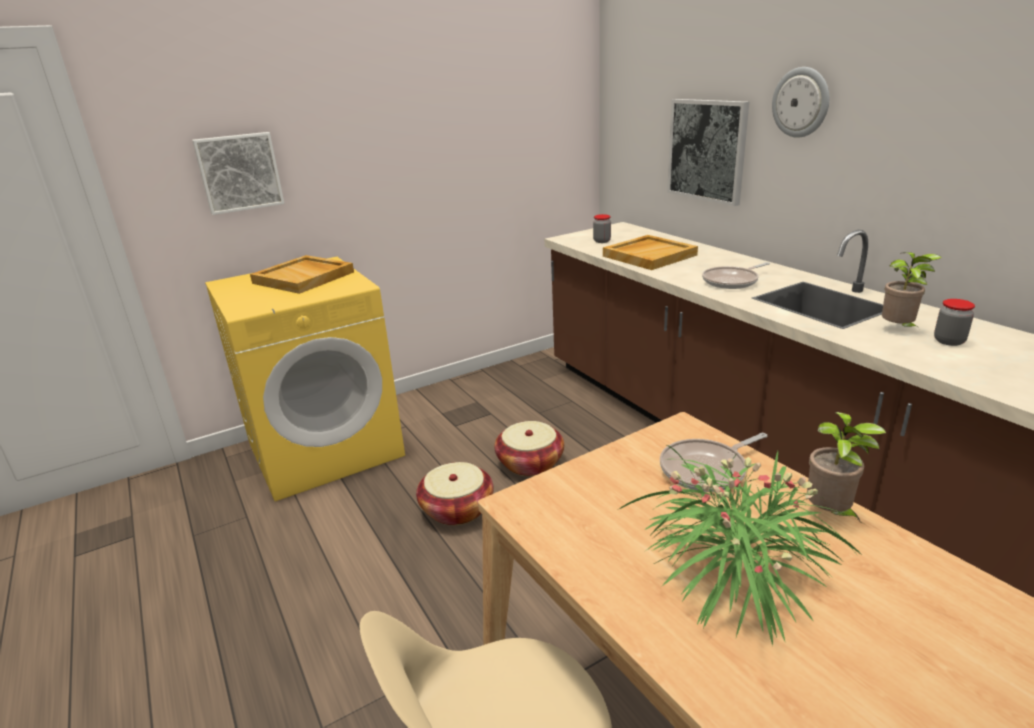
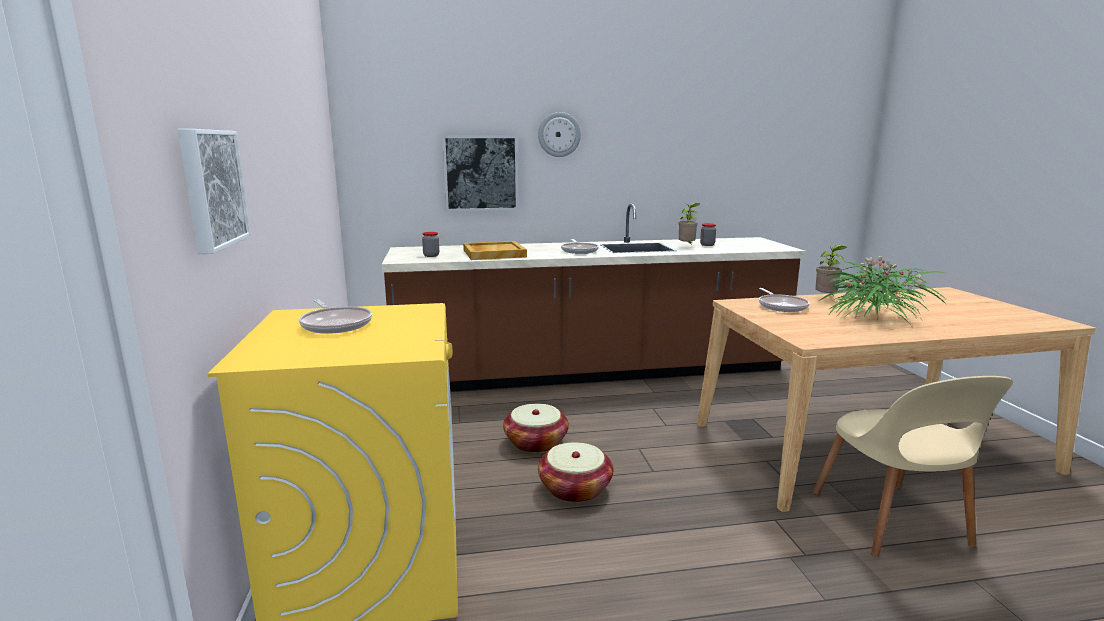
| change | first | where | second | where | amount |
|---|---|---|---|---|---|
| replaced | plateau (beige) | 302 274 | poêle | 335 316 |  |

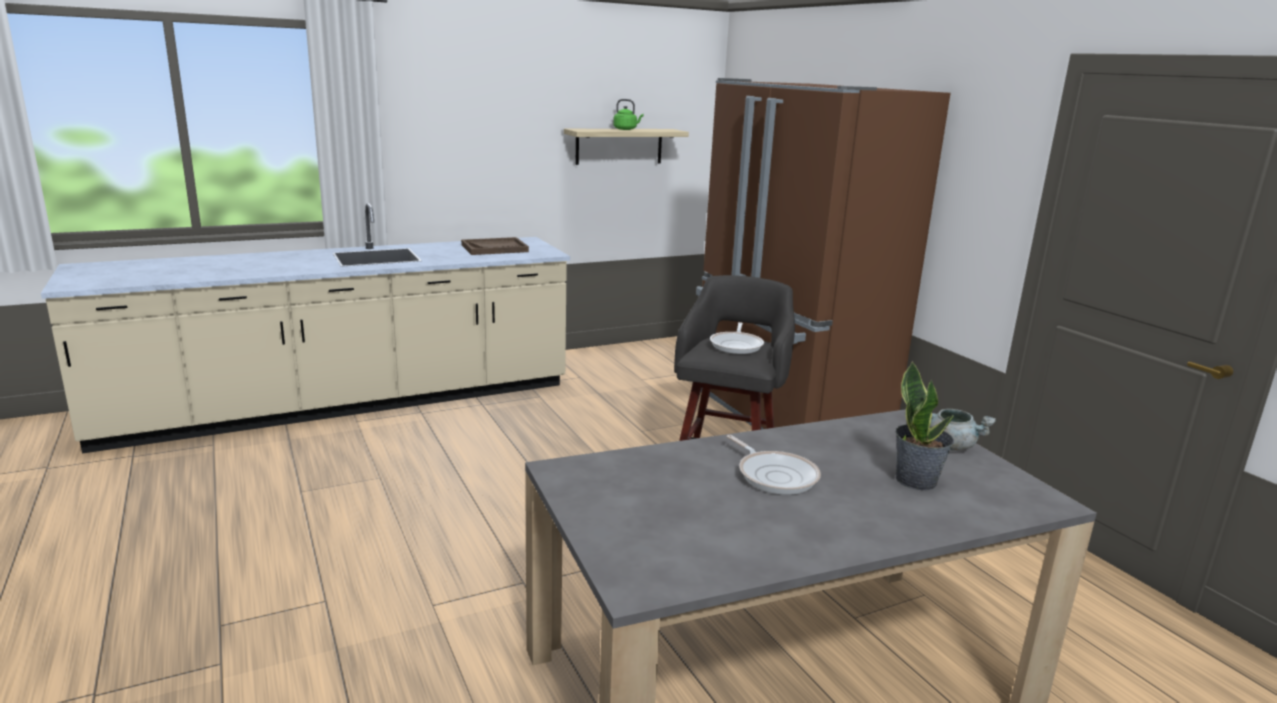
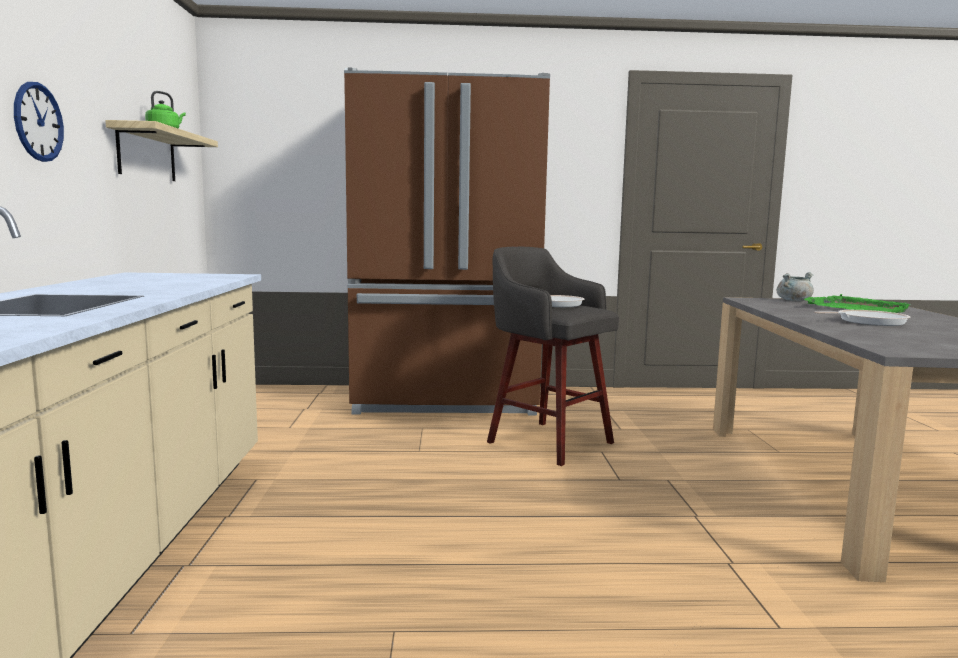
| change | first | where | second | where | amount |
|---|---|---|---|---|---|
| removed | plateau (marron) | 495 246 |  |  |  |
| replaced | plante en pot | 925 425 | plateau (vert) | 857 303 |  |
| added |  |  | horloge murale | 39 122 |  |

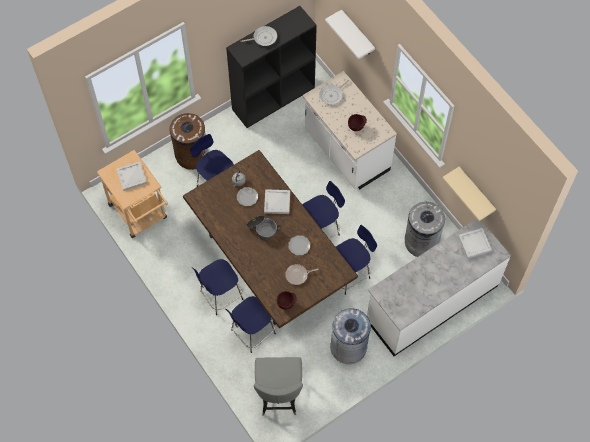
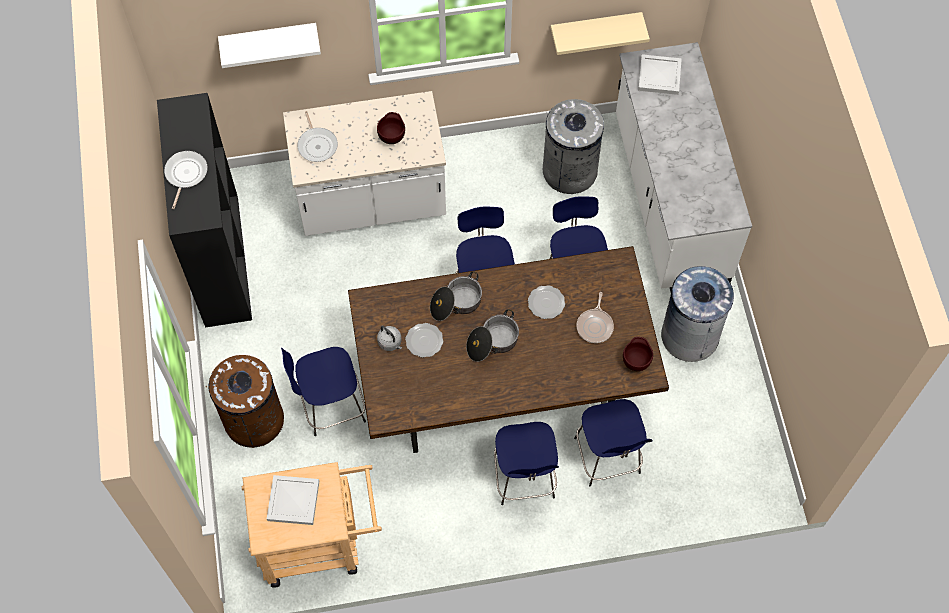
| change | first | where | second | where | amount |
|---|---|---|---|---|---|
| removed | chaise (gris) | 278 386 |  |  |  |
| replaced | plateau (blanc) | 277 201 | marmite | 456 296 |  |

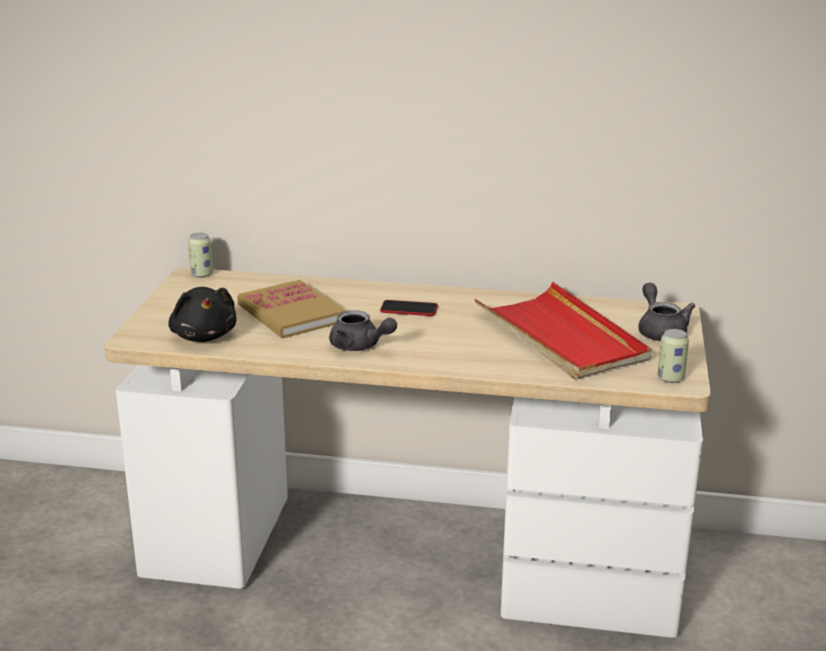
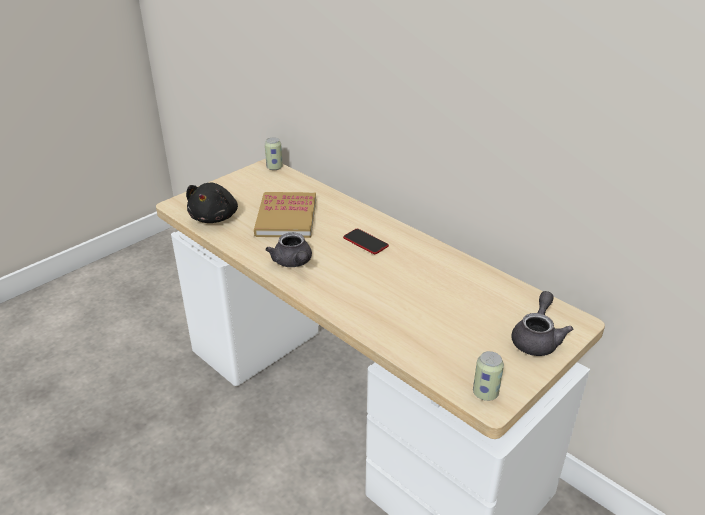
| change | first | where | second | where | amount |
|---|---|---|---|---|---|
| removed | plateau (rouge) | 563 331 |  |  |  |

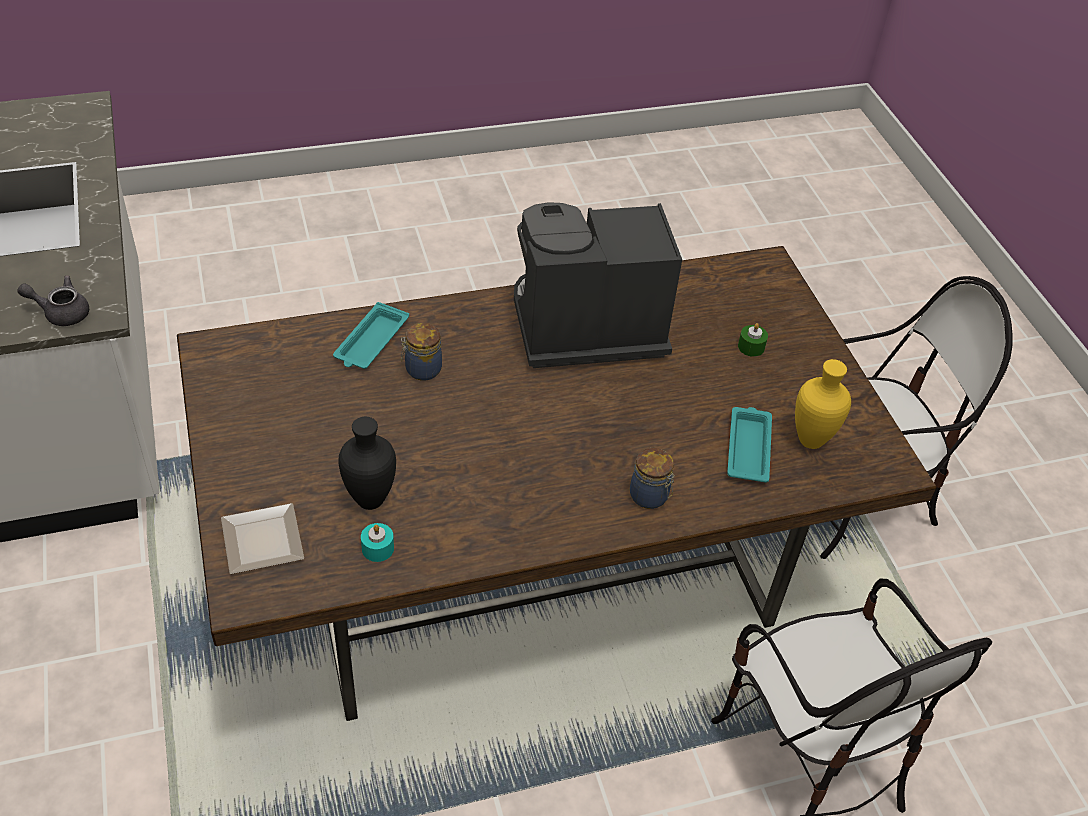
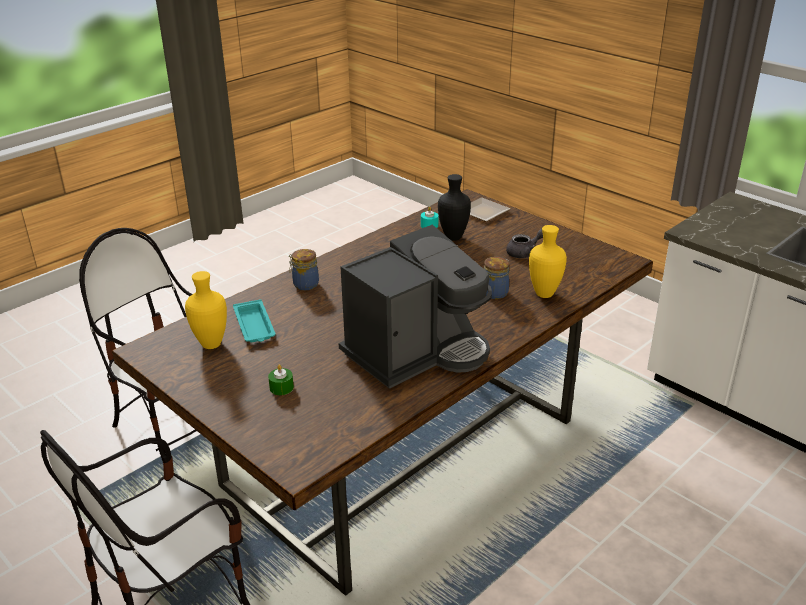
| change | first | where | second | where | amount |
|---|---|---|---|---|---|
| moved | théière (gris) | 53 300 |  | 524 243 |  |
| replaced | plateau (turquoise) | 371 335 | vase (jaune) | 548 261 |  |

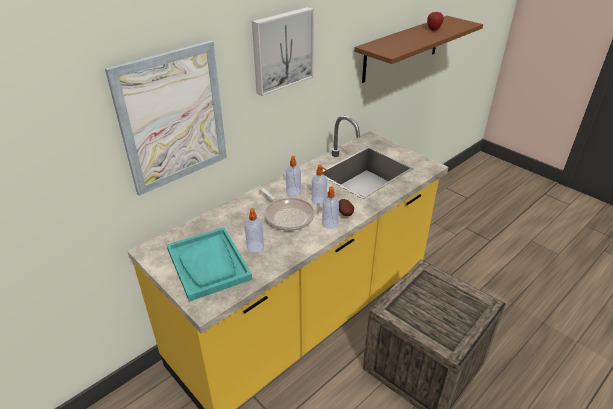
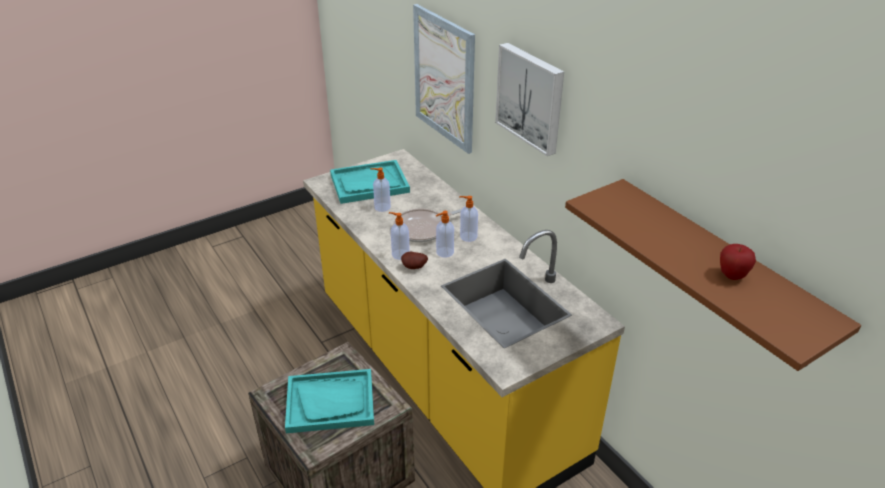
| change | first | where | second | where | amount |
|---|---|---|---|---|---|
| added |  |  | plateau (turquoise) | 329 401 |  |

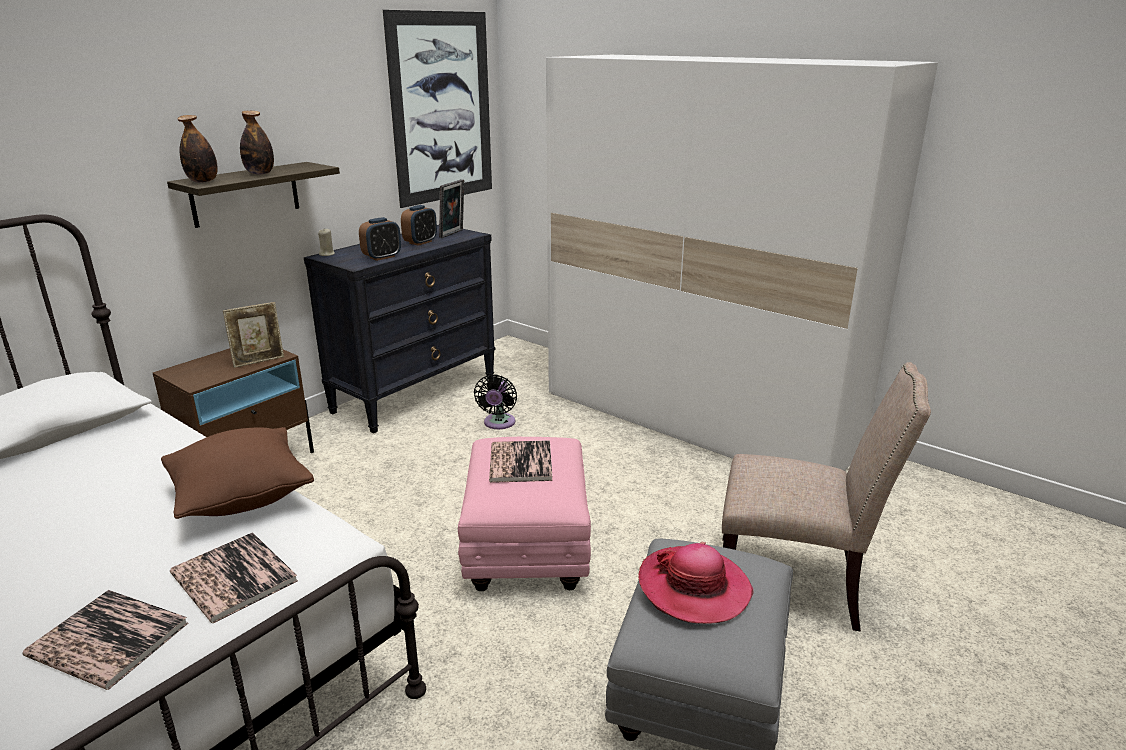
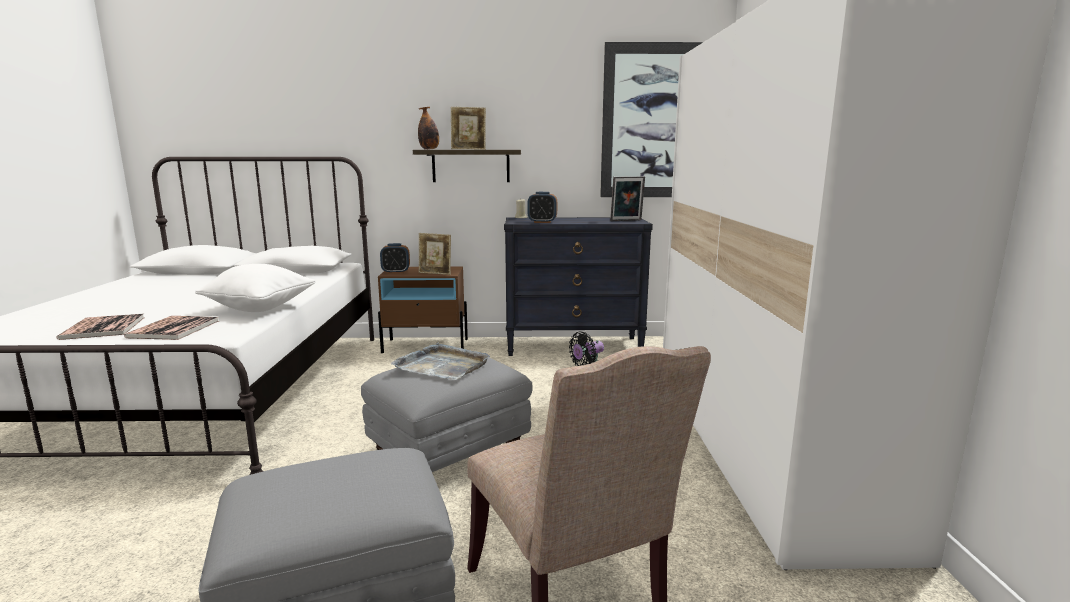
| change | first | where | second | where | amount |
|---|---|---|---|---|---|
| recoloured | coussin (marron) | 237 473 | coussin (blanc) | 255 288 |  |
| replaced | bouteille | 257 143 | cadre photo | 468 128 |  |
| moved | réveil | 419 225 |  | 395 258 |  |
| recoloured | pouf (rose) | 524 514 | pouf (gris) | 447 415 |  |
| replaced | livre | 520 461 | plateau (gris) | 440 361 |  |
| removed | chapeau | 696 583 |  |  |  |

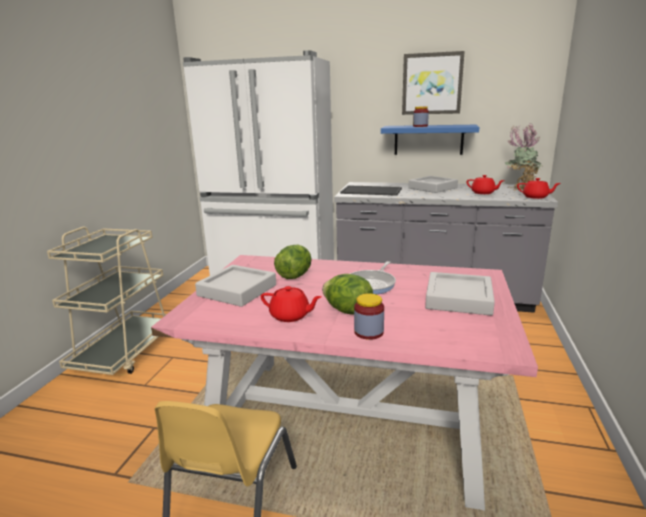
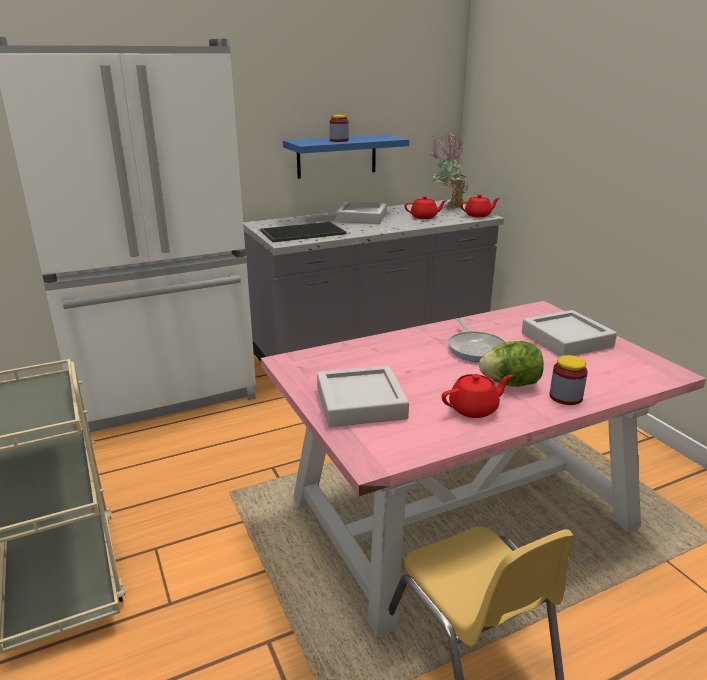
| change | first | where | second | where | amount |
|---|---|---|---|---|---|
| removed | laitue | 293 262 |  |  |  |
| removed | tableau | 433 83 |  |  |  |

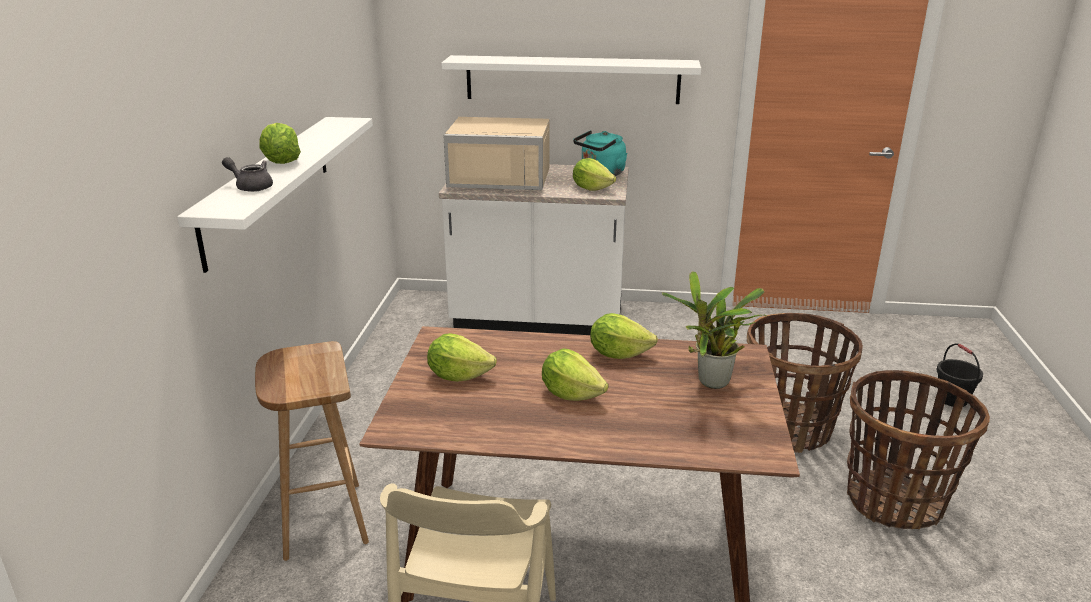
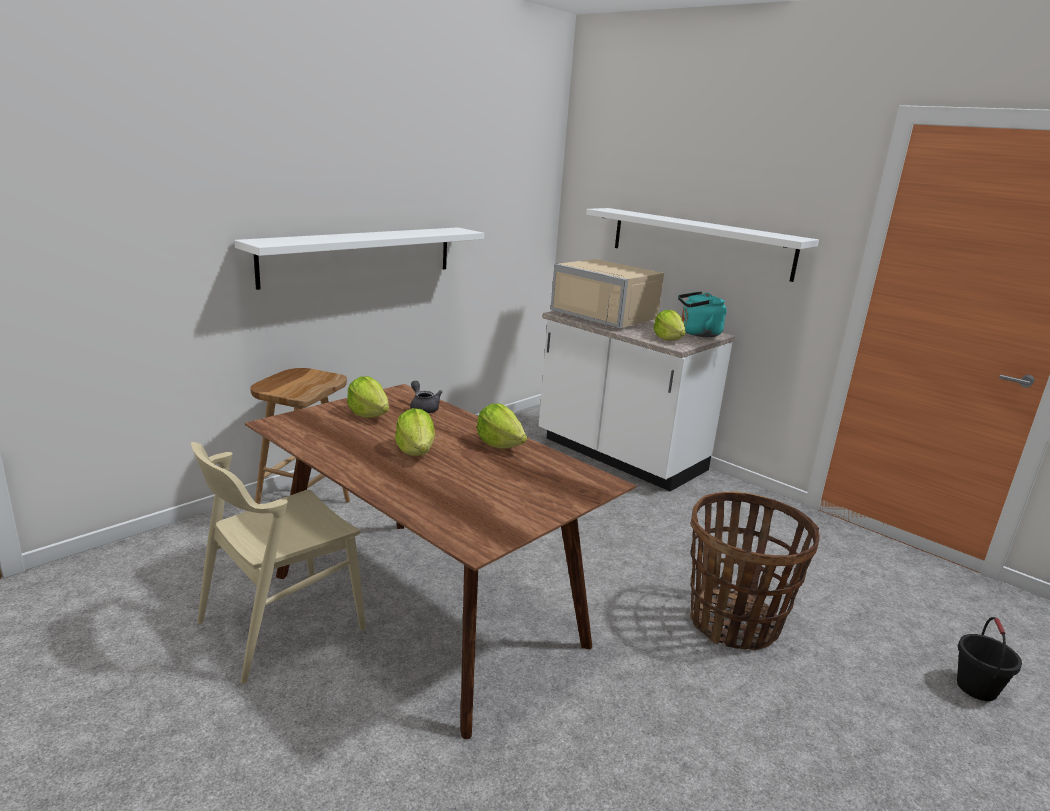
| change | first | where | second | where | amount |
|---|---|---|---|---|---|
| moved | théière (gris) | 247 174 |  | 426 397 |  |
| removed | laitue | 280 143 |  |  |  |
| removed | plante en pot | 714 330 |  |  |  |
| removed | panier | 918 449 |  |  |  |

